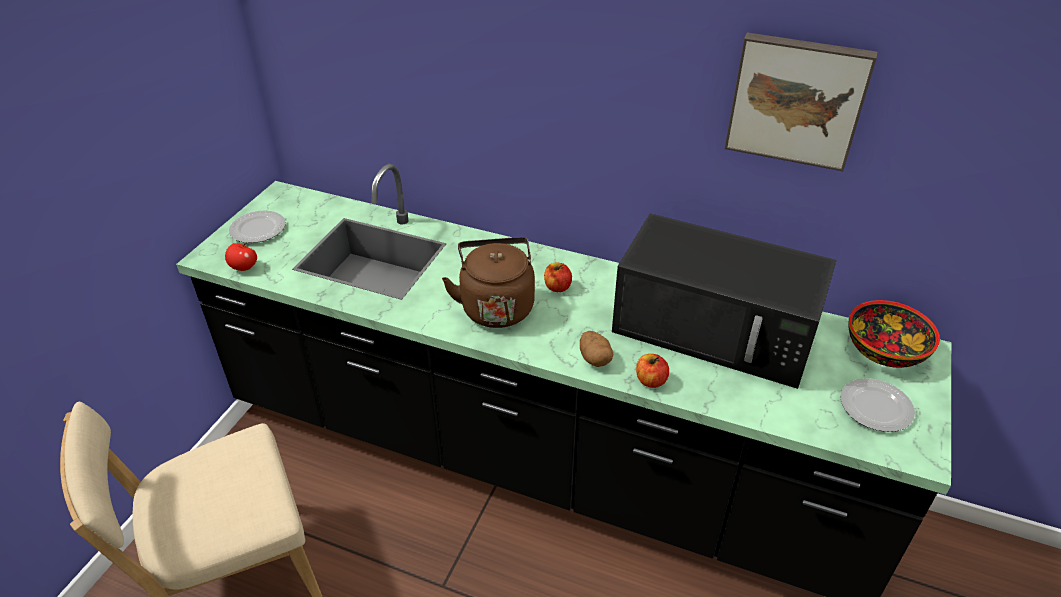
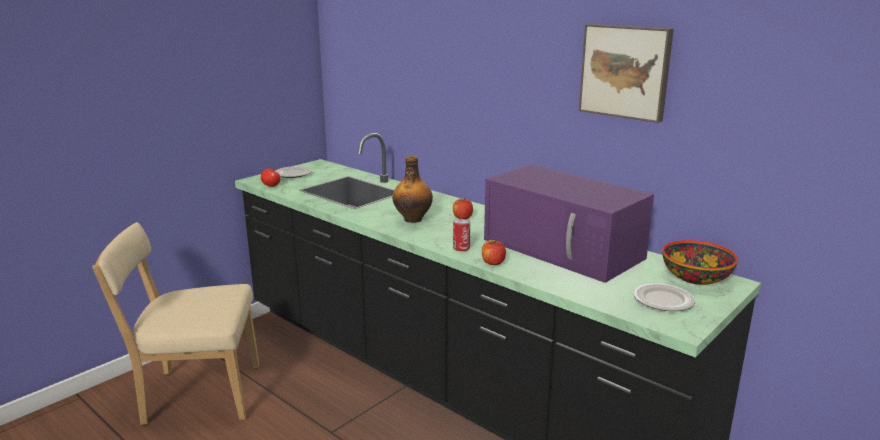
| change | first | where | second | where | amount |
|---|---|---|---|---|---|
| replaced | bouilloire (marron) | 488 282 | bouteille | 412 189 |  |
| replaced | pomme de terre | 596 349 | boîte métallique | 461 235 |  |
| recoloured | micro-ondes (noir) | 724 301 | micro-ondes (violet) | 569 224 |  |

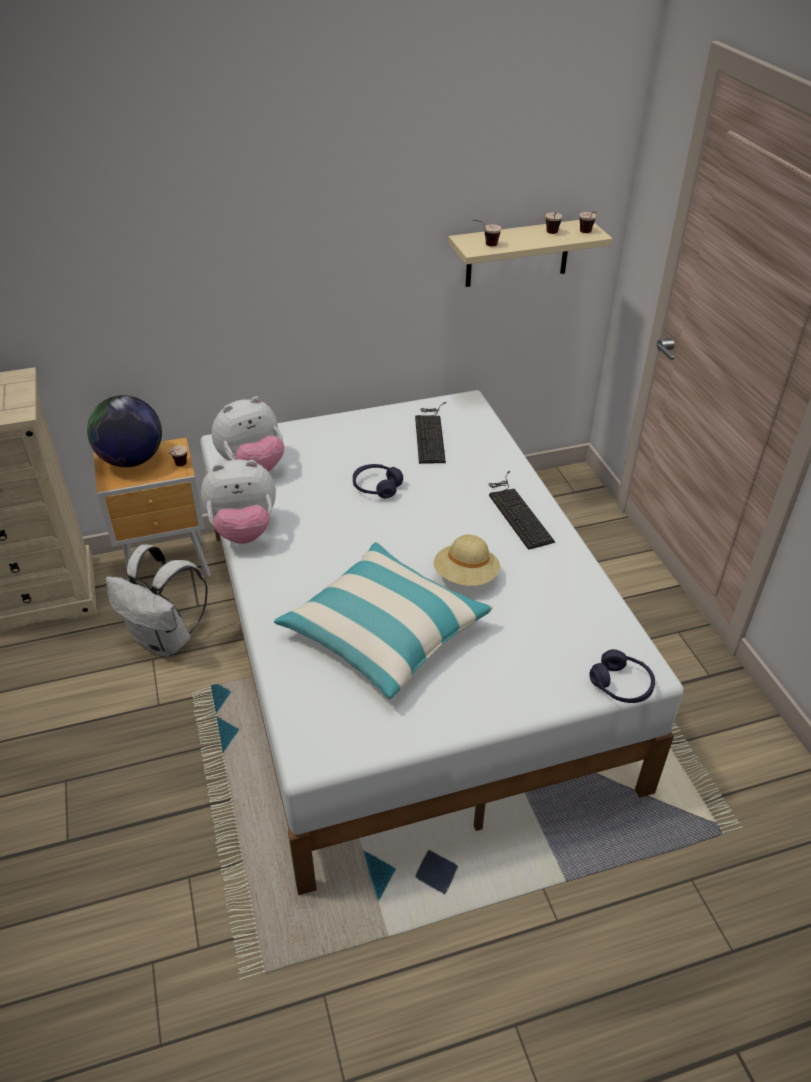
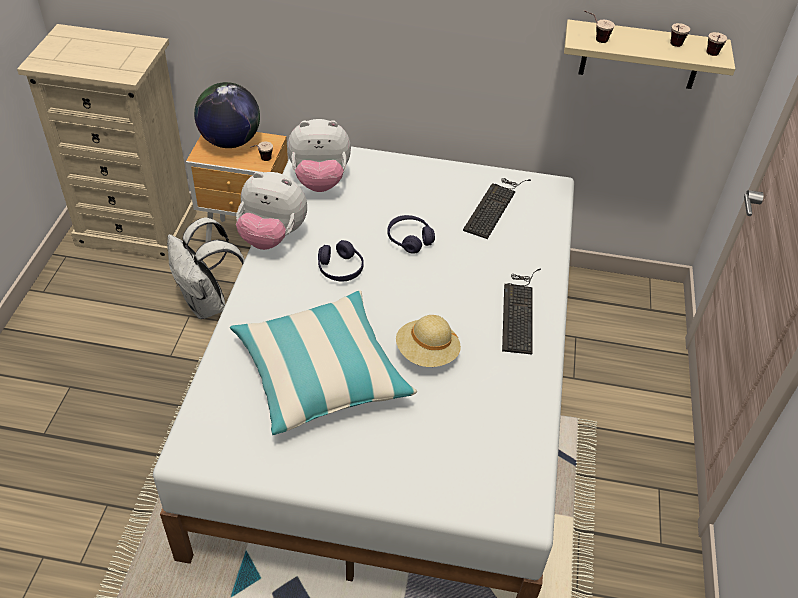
| change | first | where | second | where | amount |
|---|---|---|---|---|---|
| moved | casque audio (violet) | 622 676 |  | 341 260 |  |

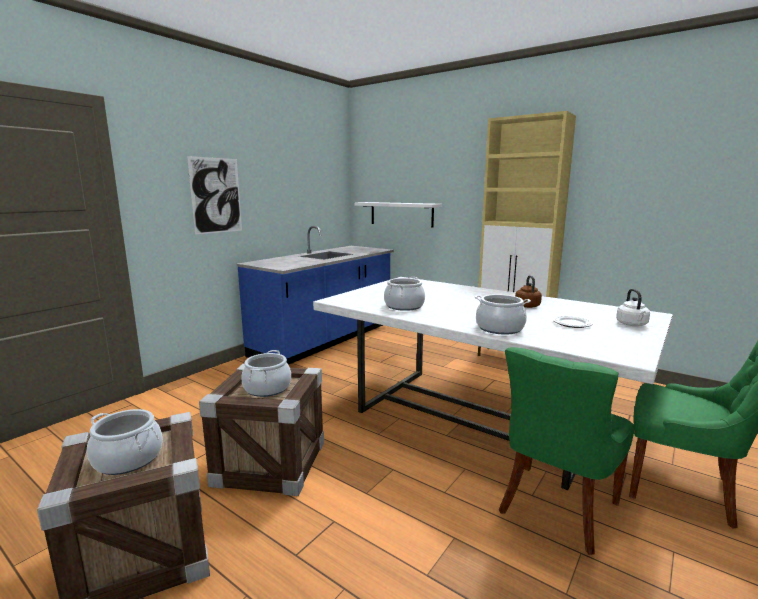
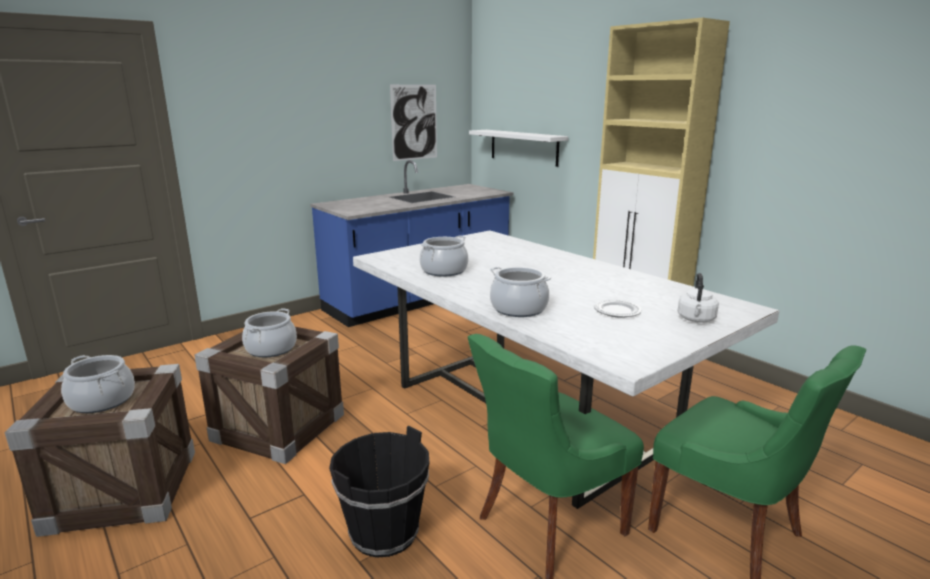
| change | first | where | second | where | amount |
|---|---|---|---|---|---|
| moved | tableau | 214 195 |  | 413 123 |  |
| removed | bouilloire (marron) | 528 291 |  |  |  |
| added |  |  | seau (noir) | 379 492 |  |

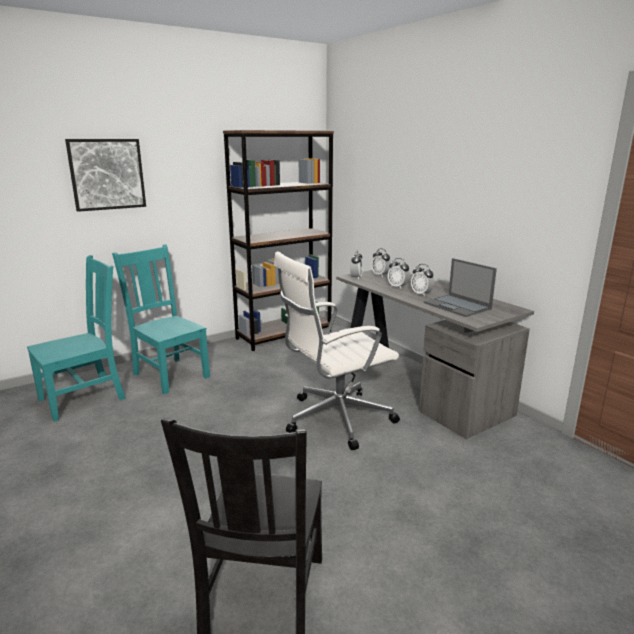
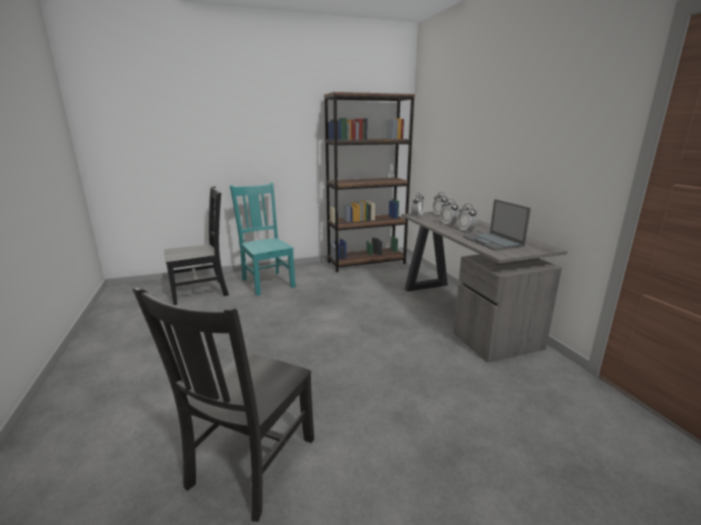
| change | first | where | second | where | amount |
|---|---|---|---|---|---|
| recoloured | chaise (turquoise) | 76 338 | chaise (noir) | 196 245 |  |
| removed | tableau | 105 175 |  |  |  |
| removed | chaise de bureau (blanc) | 337 350 |  |  |  |

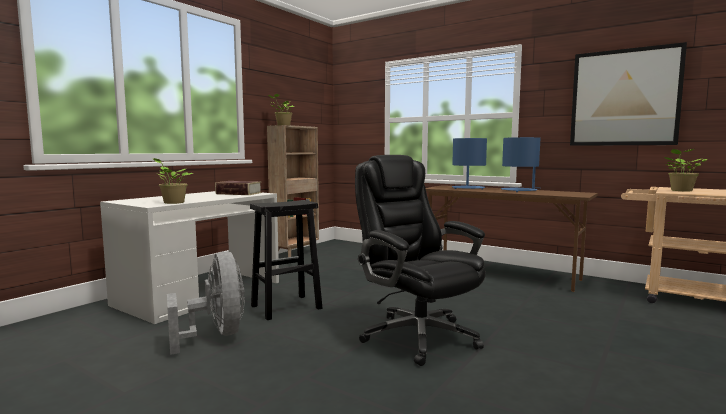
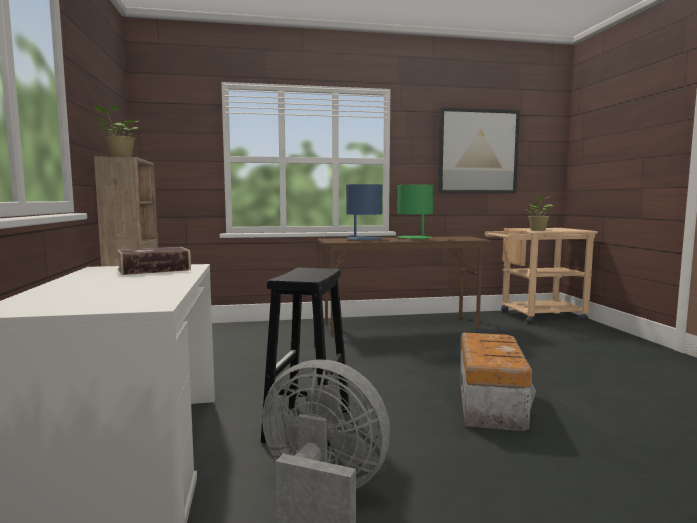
| change | first | where | second | where | amount |
|---|---|---|---|---|---|
| removed | plante en pot | 173 181 |  |  |  |
| replaced | chaise de bureau (noir) | 420 260 | boîte de rangement | 498 382 |  |
| recoloured | lampe de table (bleu) | 521 164 | lampe de table (vert) | 415 212 |  |

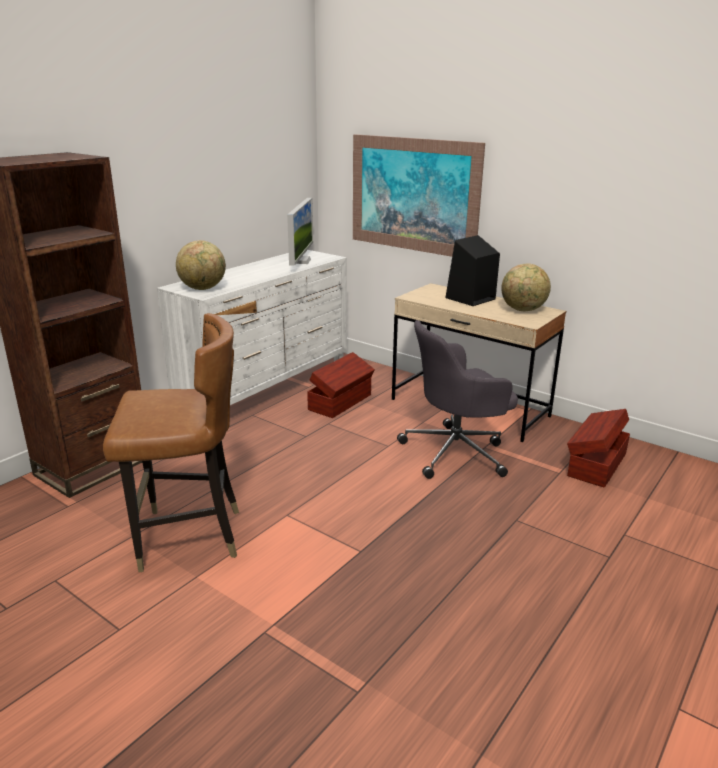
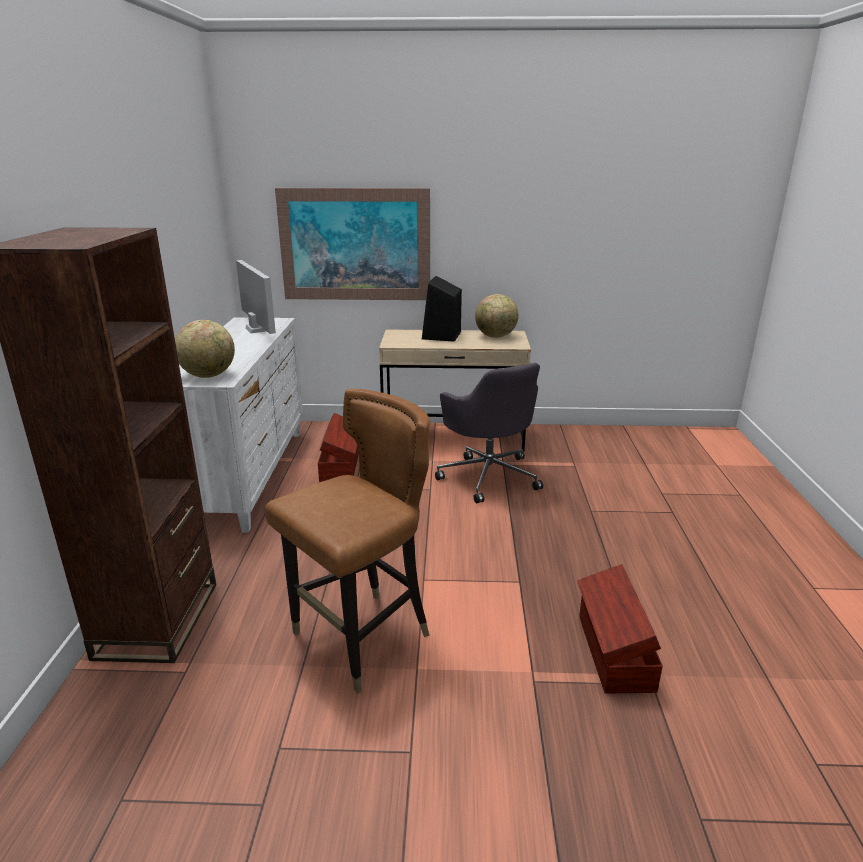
| change | first | where | second | where | amount |
|---|---|---|---|---|---|
| turned | chaise de bureau (gris) | 457 399 |  | 489 433 | 60 degrees counterclockwise |
| moved | boîte de rangement (marron) | 598 448 |  | 620 628 |  |

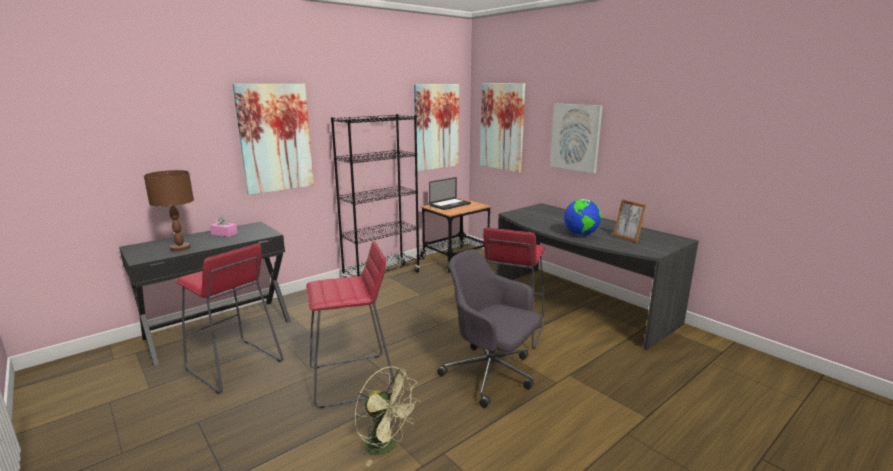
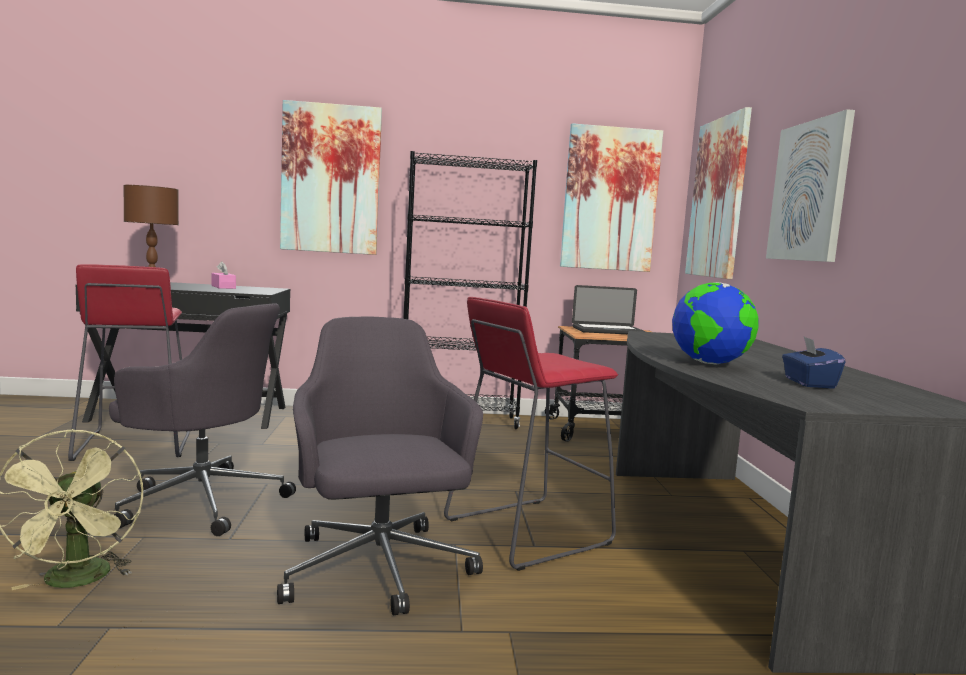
| change | first | where | second | where | amount |
|---|---|---|---|---|---|
| replaced | tabouret (rouge) | 350 324 | chaise de bureau (gris) | 202 419 |  |
| replaced | cadre photo | 630 221 | boîte à mouchoirs (bleu) | 814 363 |  |

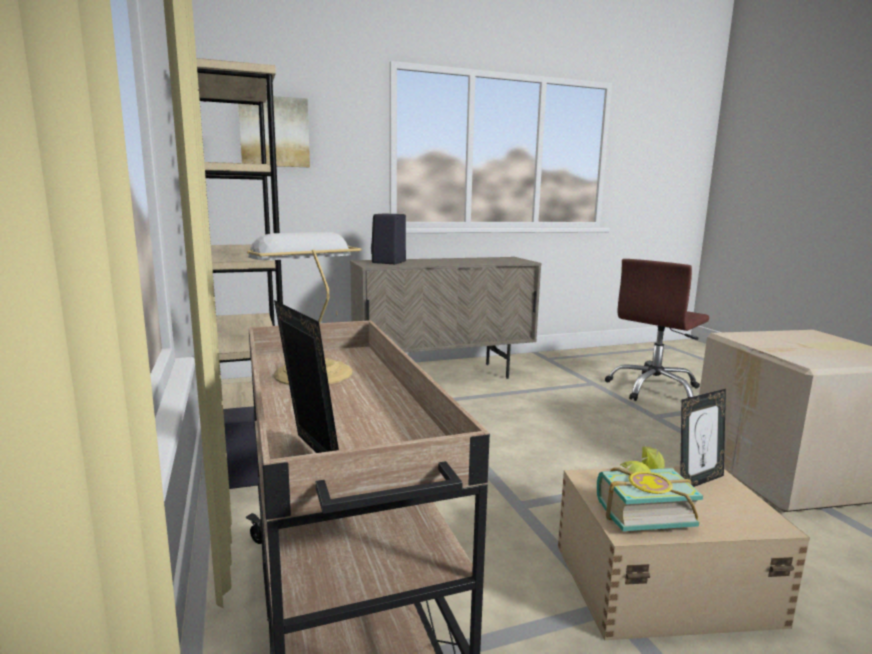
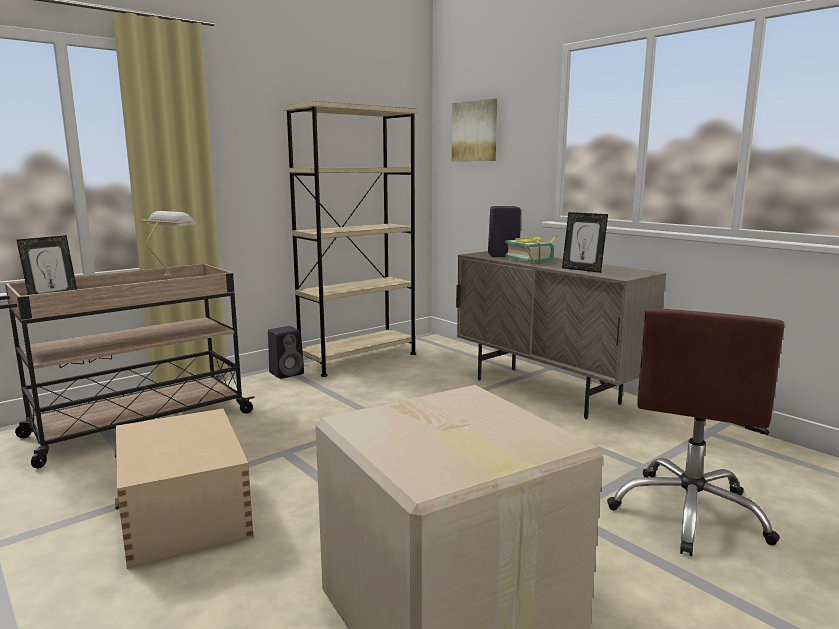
| change | first | where | second | where | amount |
|---|---|---|---|---|---|
| moved | livre | 650 488 |  | 531 249 |  |
| turned | chaise de bureau (marron) | 657 330 |  | 696 432 | 90 degrees counterclockwise |
| moved | cadre photo | 703 438 |  | 585 242 |  |

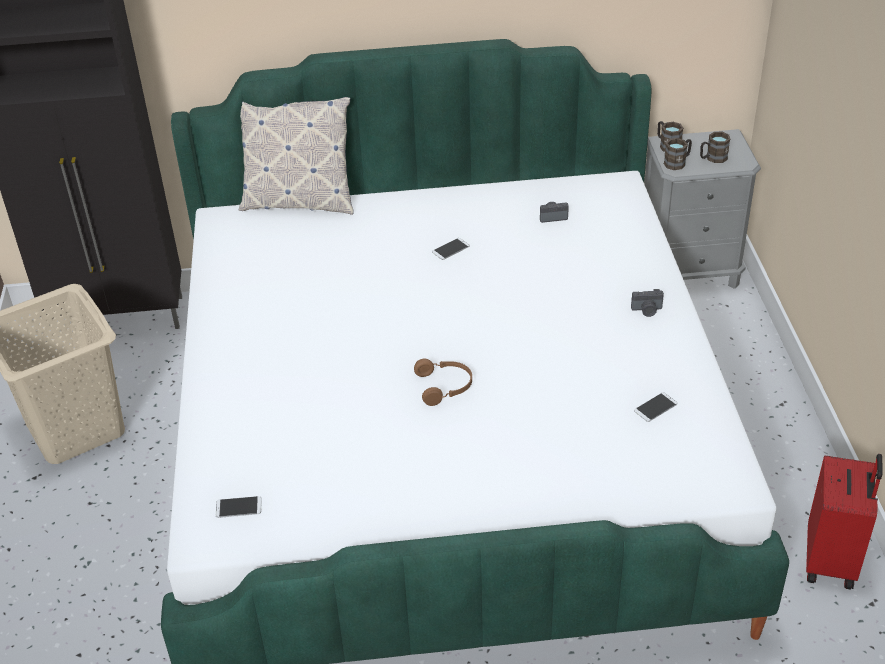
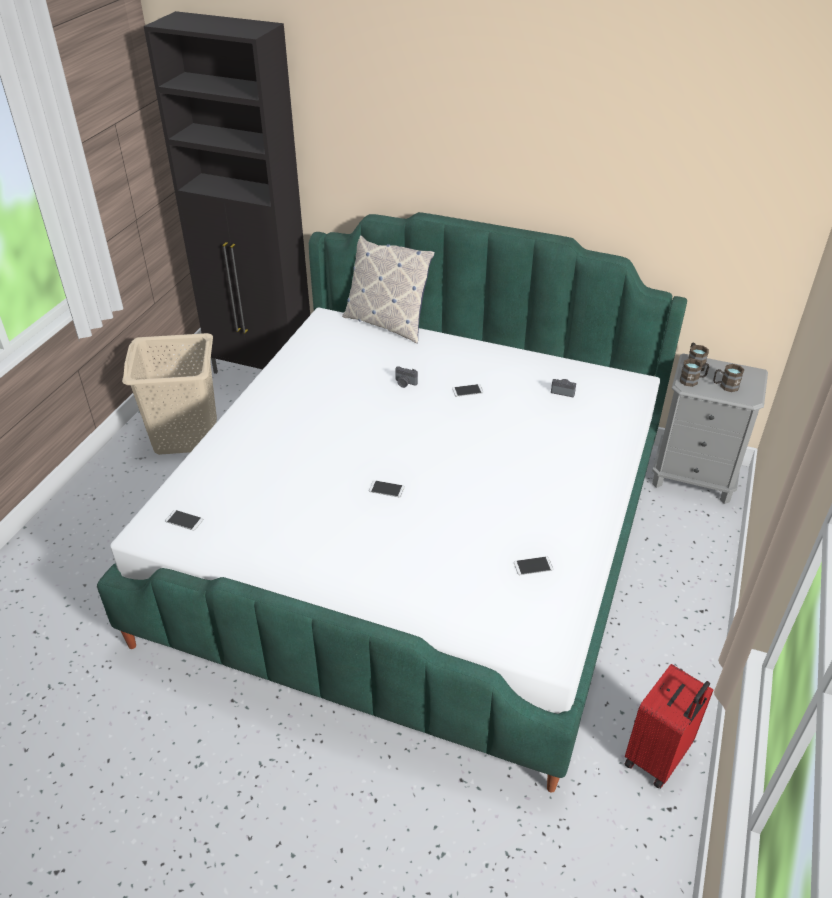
| change | first | where | second | where | amount |
|---|---|---|---|---|---|
| replaced | casque audio (marron) | 443 382 | téléphone | 387 488 |  |
| moved | appareil photo | 647 303 |  | 406 377 |  |

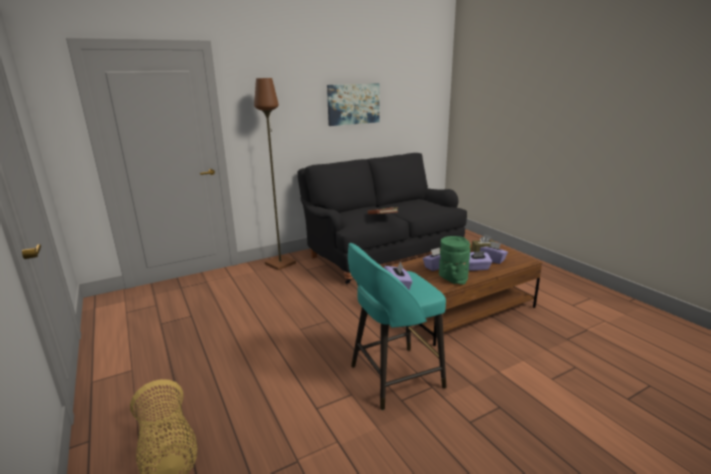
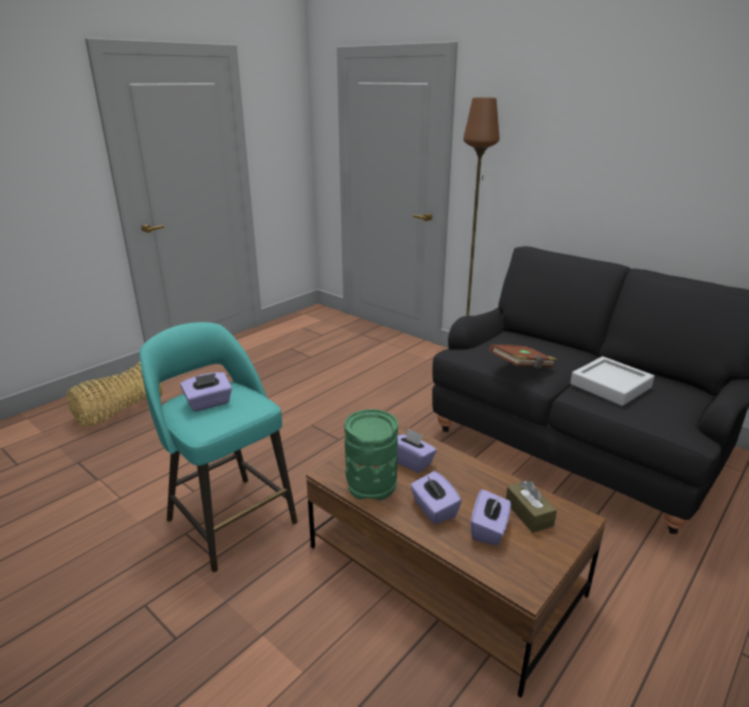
| change | first | where | second | where | amount |
|---|---|---|---|---|---|
| removed | tableau | 353 104 |  |  |  |
| added |  |  | plateau (gris) | 612 381 |  |

